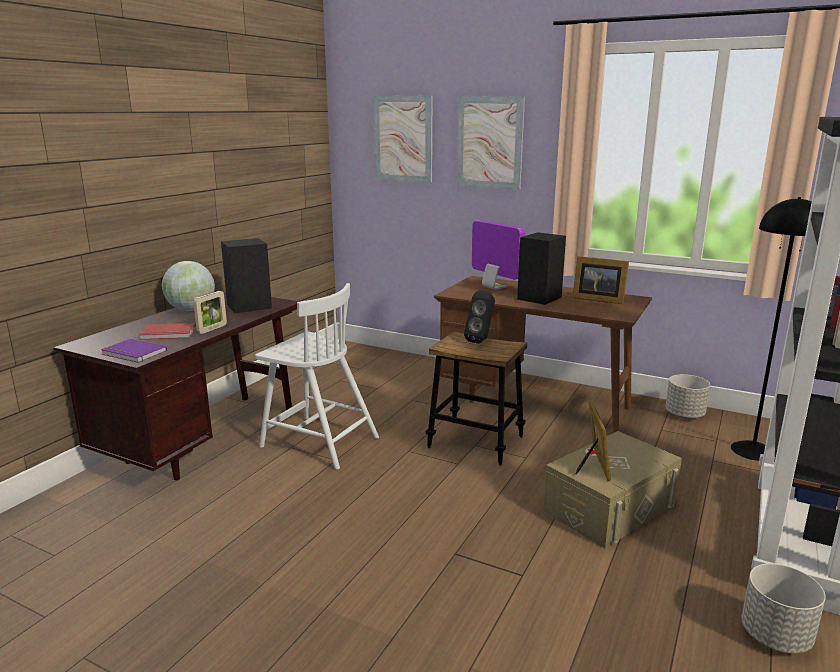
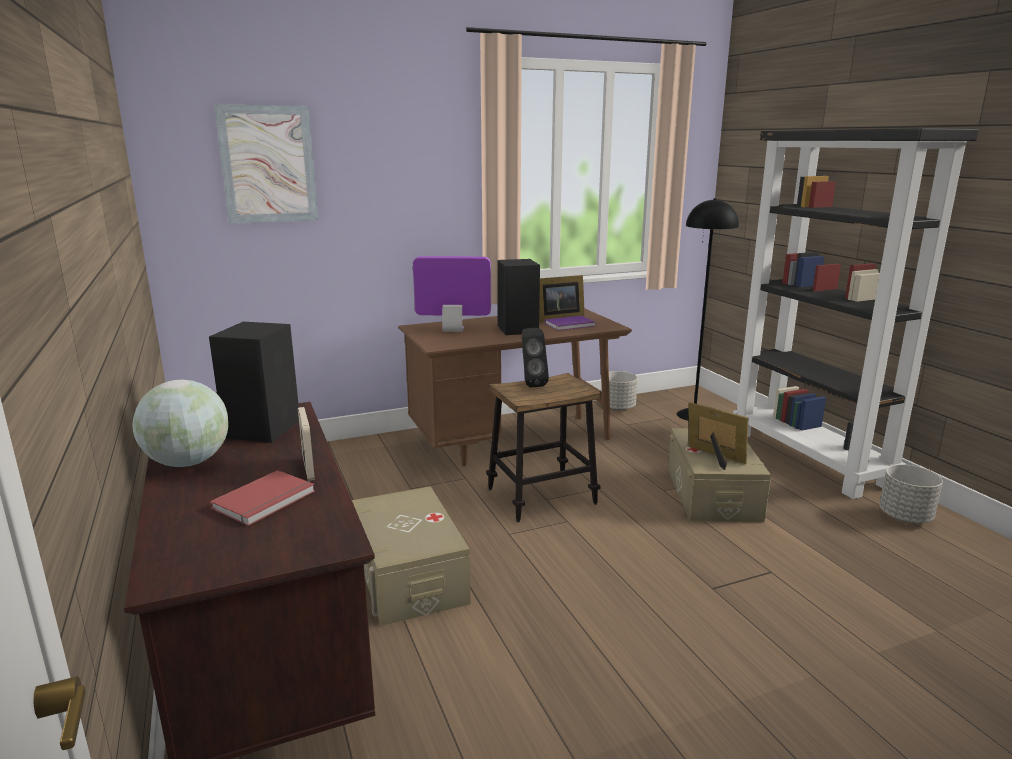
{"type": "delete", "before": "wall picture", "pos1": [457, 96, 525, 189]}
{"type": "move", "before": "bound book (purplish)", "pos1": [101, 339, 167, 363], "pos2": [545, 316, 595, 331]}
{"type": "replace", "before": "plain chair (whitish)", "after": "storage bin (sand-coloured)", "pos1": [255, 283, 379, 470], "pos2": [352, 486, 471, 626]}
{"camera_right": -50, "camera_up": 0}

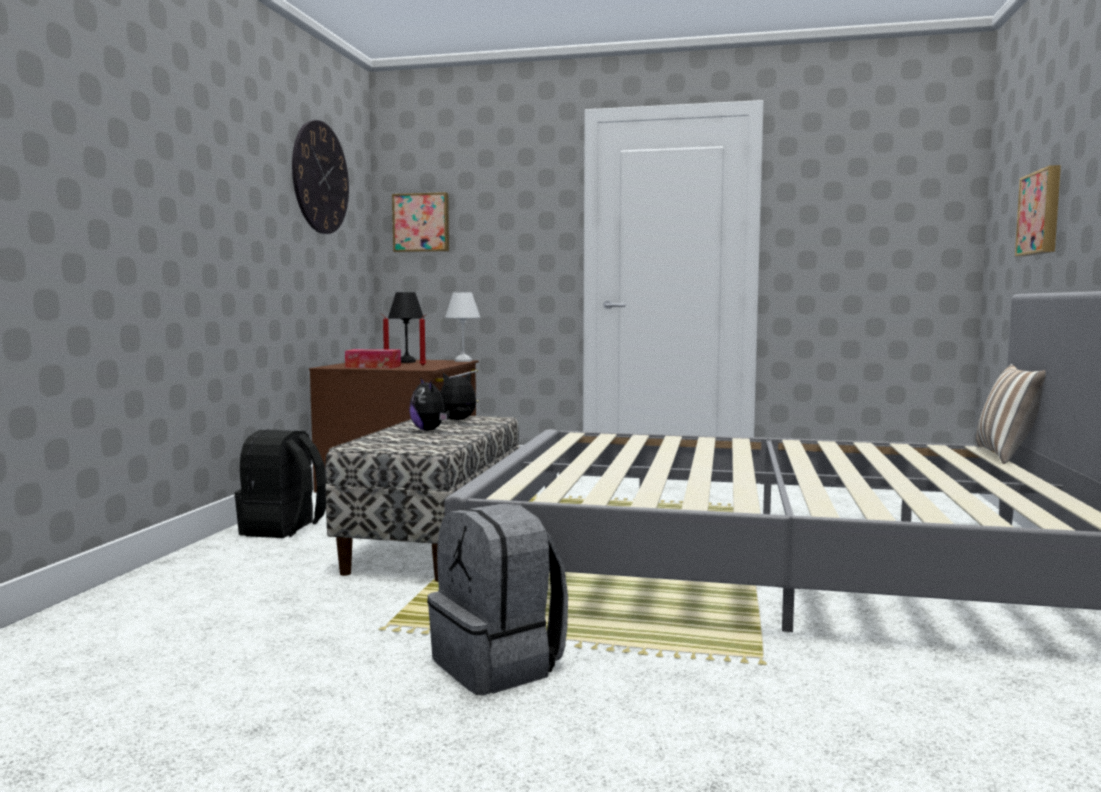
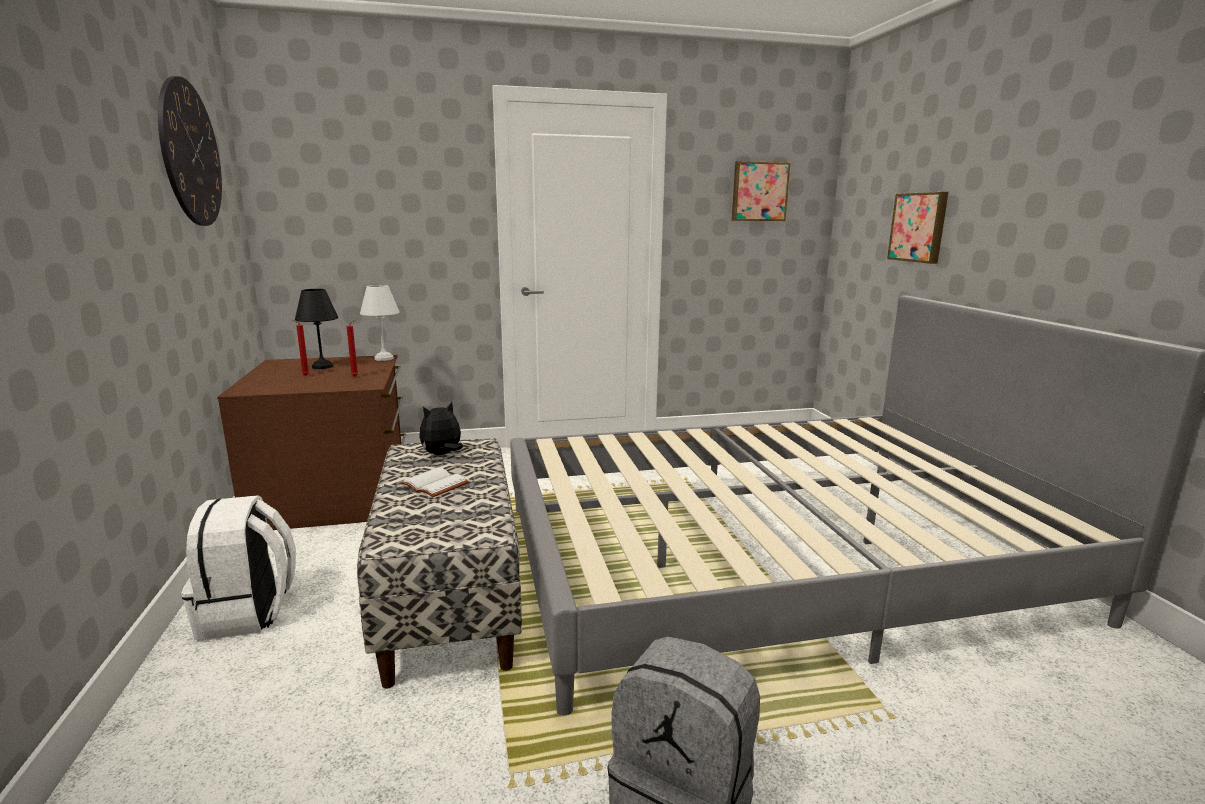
{"type": "delete", "before": "box of tissues", "pos1": [345, 349, 401, 368]}
{"type": "delete", "before": "cushion", "pos1": [976, 364, 1046, 464]}
{"type": "move", "before": "wall picture", "pos1": [392, 192, 449, 252], "pos2": [732, 161, 791, 221]}
{"type": "replace", "before": "cuddly toy", "after": "bound book (whitish)", "pos1": [409, 377, 450, 431], "pos2": [400, 468, 469, 497]}
{"type": "recolor", "before": "rucksack (black)", "after": "rucksack (whitish)", "pos1": [234, 430, 326, 538], "pos2": [181, 495, 296, 641]}
{"camera_right": -25, "camera_up": 10}

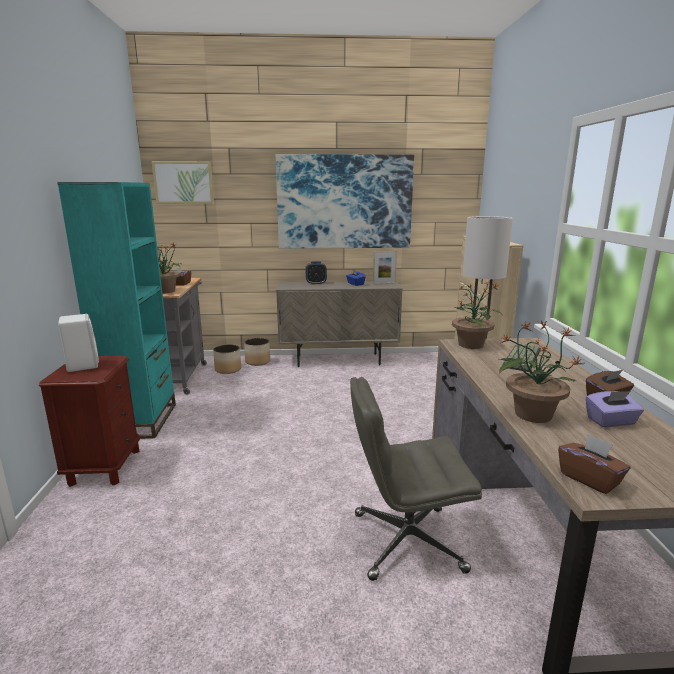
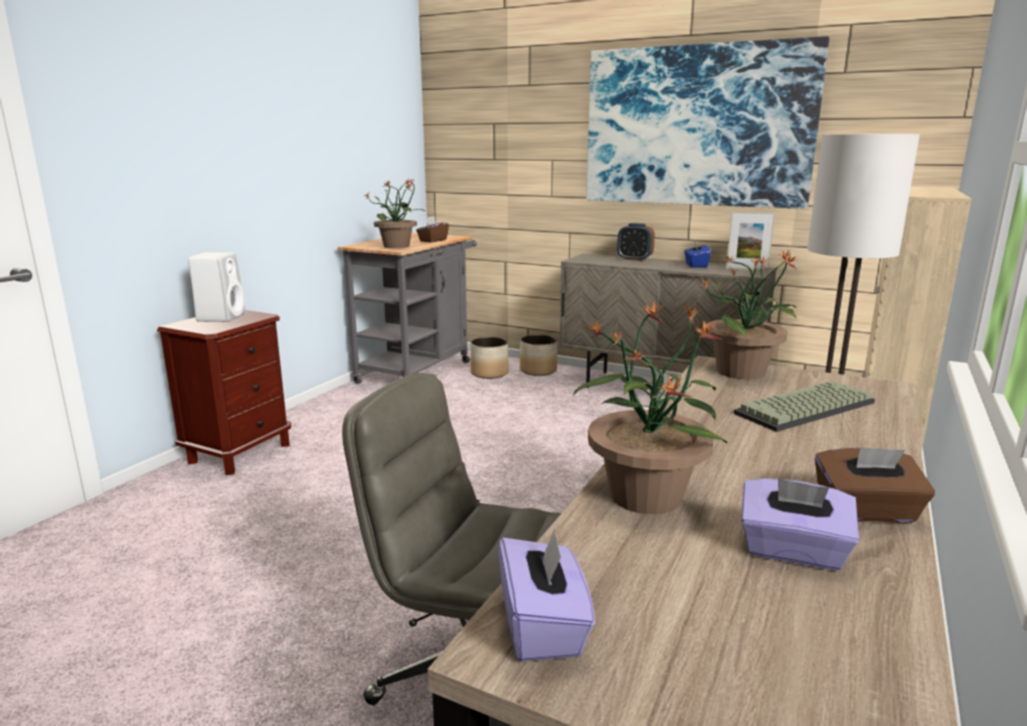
{"type": "delete", "before": "shelving unit (turquoise-coloured)", "pos1": [57, 182, 176, 439]}
{"type": "delete", "before": "wall picture", "pos1": [152, 161, 214, 204]}
{"type": "recolor", "before": "box of tissues (brownish)", "after": "box of tissues (purplish)", "pos1": [558, 433, 630, 494], "pos2": [499, 528, 595, 662]}
{"camera_right": 30, "camera_up": 0}

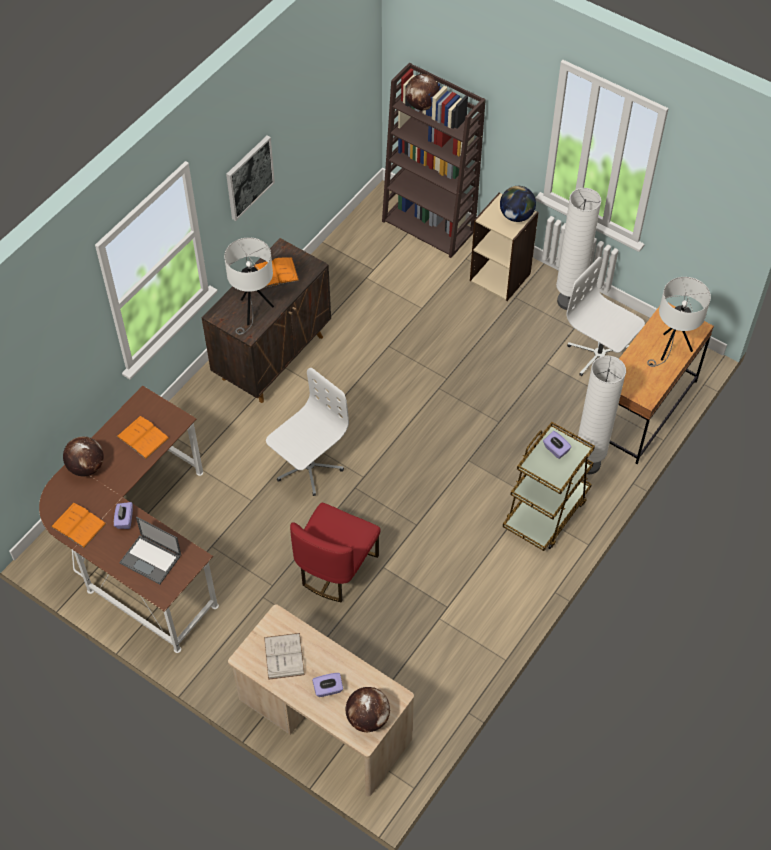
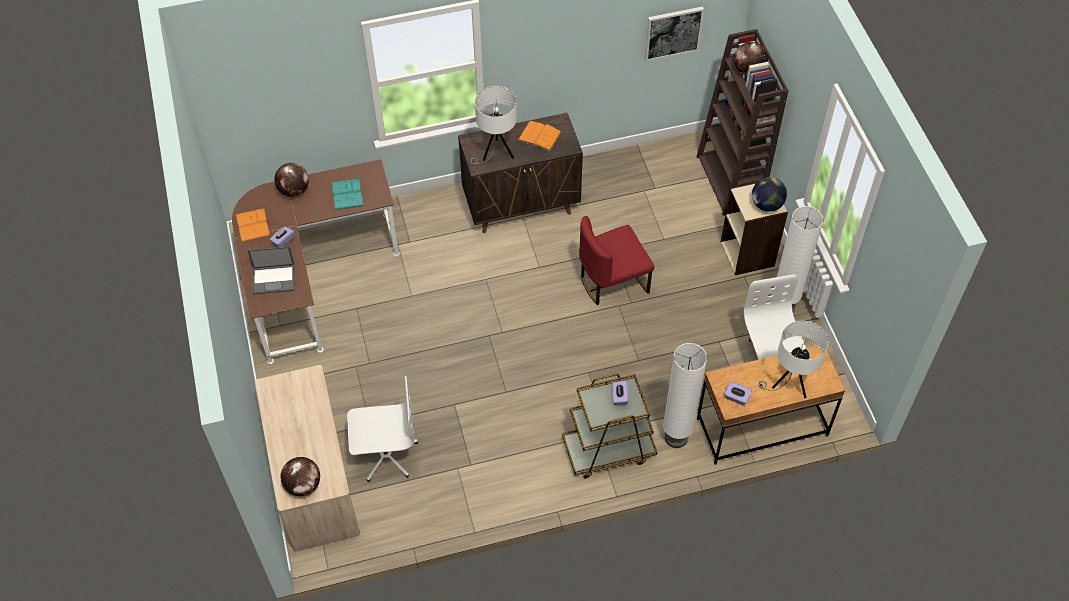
{"type": "delete", "before": "bound book (whitish)", "pos1": [264, 633, 305, 680]}
{"type": "move", "before": "wall picture", "pos1": [226, 136, 275, 221], "pos2": [645, 6, 704, 61]}
{"type": "move", "before": "office chair (whitish)", "pos1": [266, 368, 349, 496], "pos2": [347, 376, 418, 482]}
{"type": "move", "before": "plain chair (red)", "pos1": [290, 503, 380, 602], "pos2": [579, 216, 654, 305]}
{"type": "move", "before": "box of tissues (purplish)", "pos1": [312, 673, 343, 697], "pos2": [724, 382, 752, 405]}
{"type": "recolor", "before": "bound book (orange)", "after": "bound book (turquoise-coloured)", "pos1": [116, 416, 169, 459], "pos2": [332, 178, 363, 210]}
{"type": "rotate", "before": "notebook computer", "pos1": [119, 517, 181, 584], "pos2": [248, 247, 295, 295], "turn": -75}
{"camera_right": 40, "camera_up": 0}

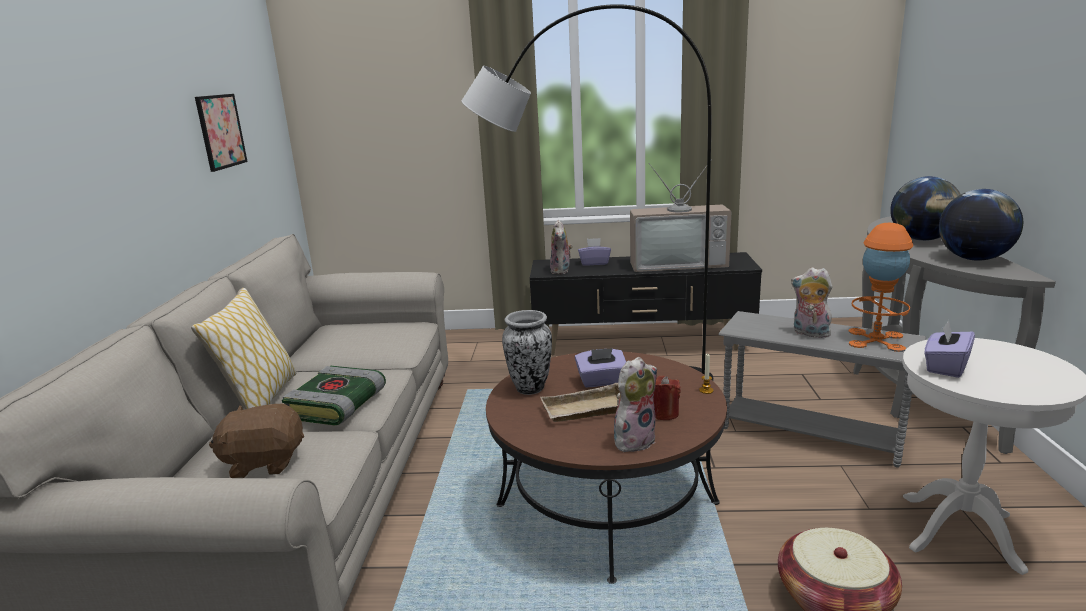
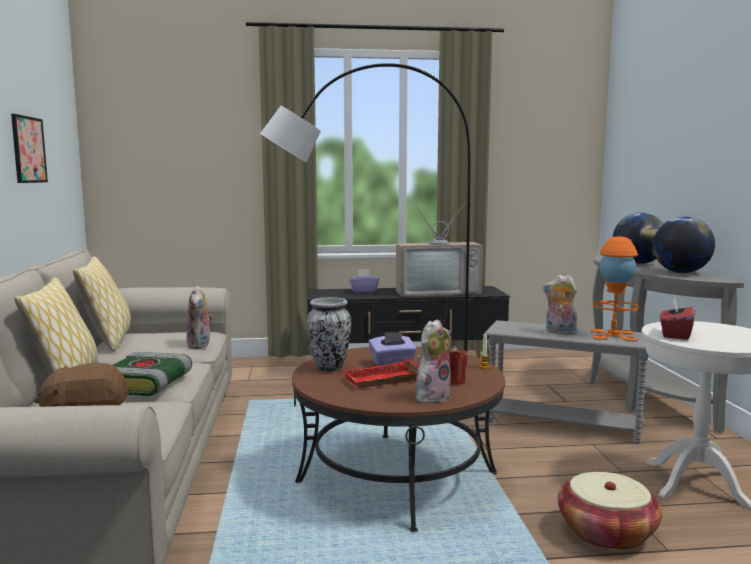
{"type": "insert", "after": "cushion", "pos2": [73, 257, 131, 352]}
{"type": "move", "before": "cuddly toy", "pos1": [550, 220, 572, 274], "pos2": [187, 285, 214, 349]}
{"type": "recolor", "before": "serving tray (sand-coloured)", "after": "serving tray (red)", "pos1": [540, 383, 620, 422], "pos2": [344, 360, 418, 388]}
{"type": "recolor", "before": "box of tissues (purplish)", "after": "box of tissues (red)", "pos1": [924, 320, 975, 378], "pos2": [660, 298, 695, 340]}
{"camera_right": -10, "camera_up": -10}

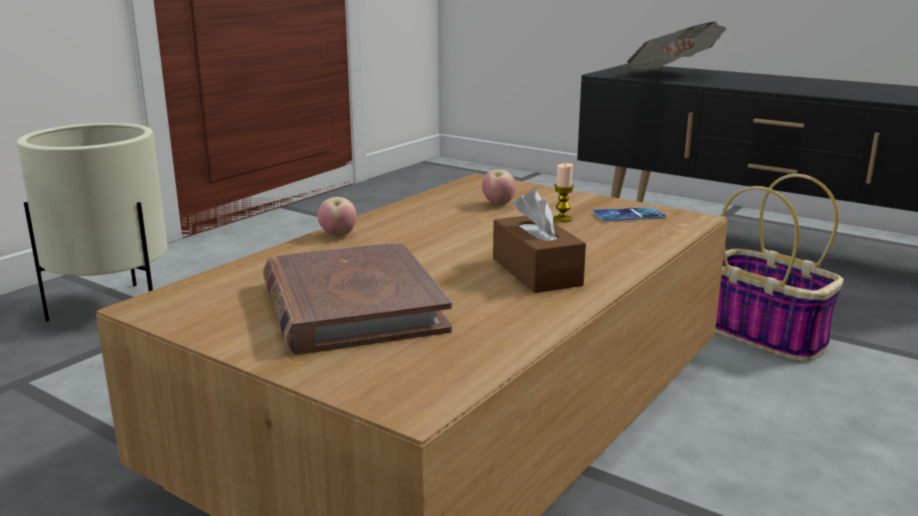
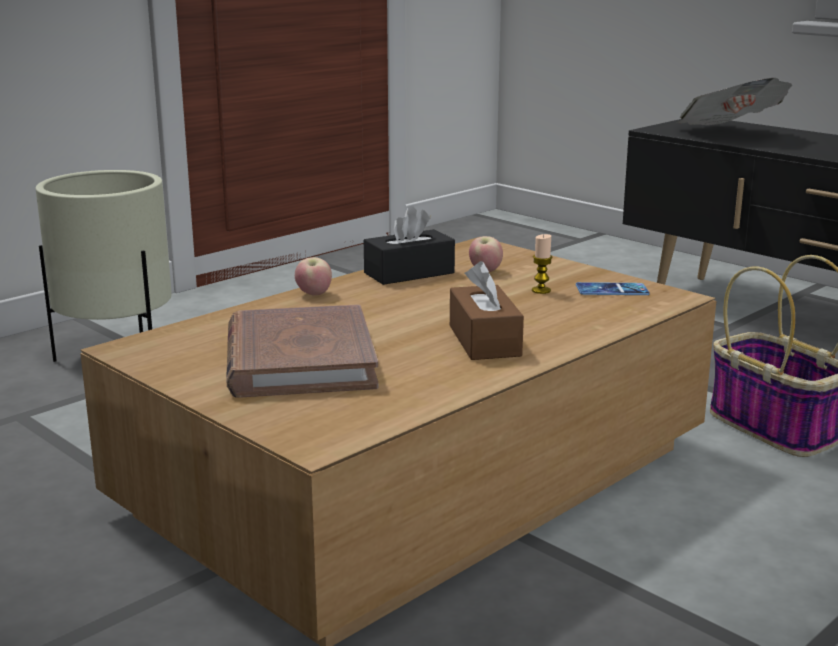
{"type": "insert", "after": "box of tissues (black)", "pos2": [364, 206, 455, 285]}
{"camera_right": 10, "camera_up": 0}

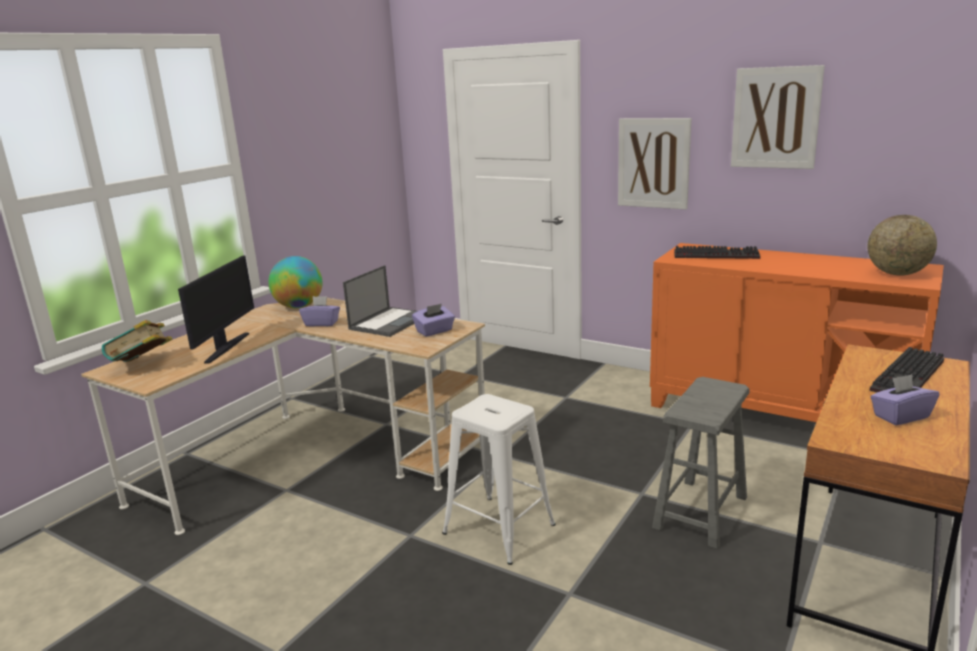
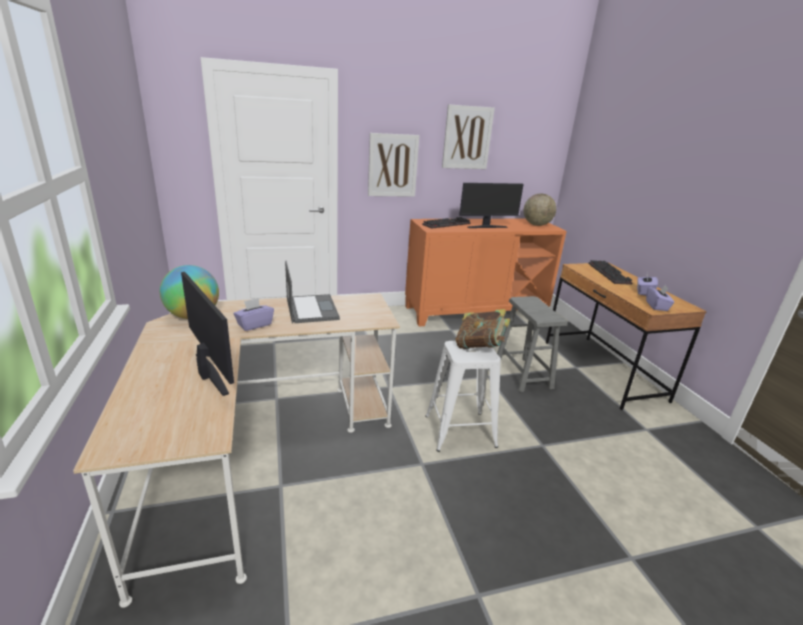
{"type": "insert", "after": "computer display", "pos2": [459, 183, 524, 228]}
{"type": "move", "before": "bound book", "pos1": [102, 320, 172, 362], "pos2": [456, 309, 510, 349]}
{"type": "move", "before": "box of tissues (purplish)", "pos1": [412, 304, 455, 337], "pos2": [646, 285, 674, 311]}
{"camera_right": -50, "camera_up": 5}

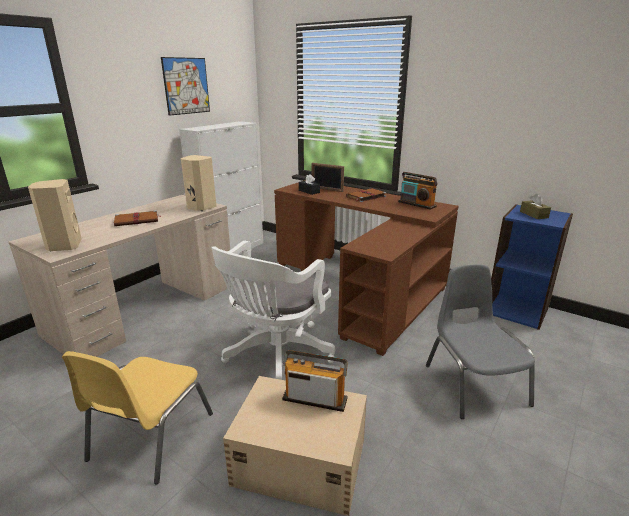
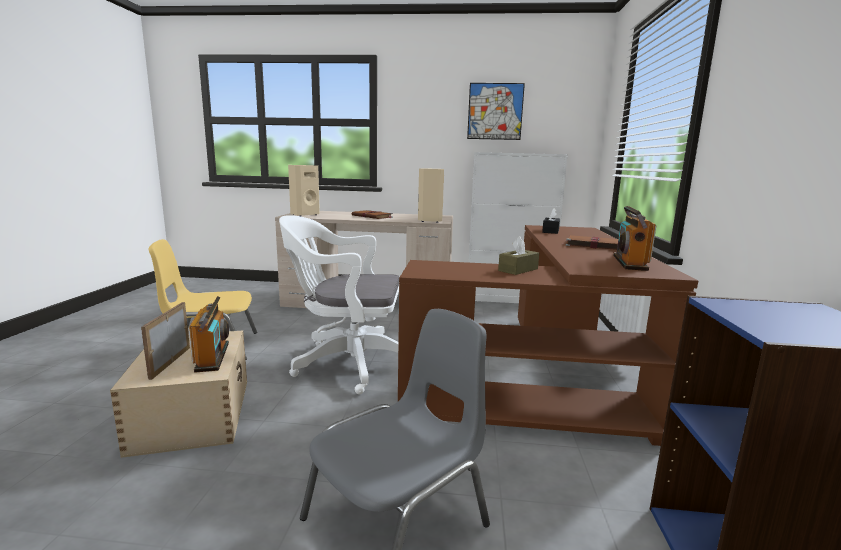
{"type": "move", "before": "standing frame", "pos1": [312, 163, 344, 192], "pos2": [141, 302, 190, 380]}
{"type": "move", "before": "box of tissues (brownish)", "pos1": [520, 194, 551, 219], "pos2": [498, 236, 539, 275]}
{"camera_right": 60, "camera_up": -10}

